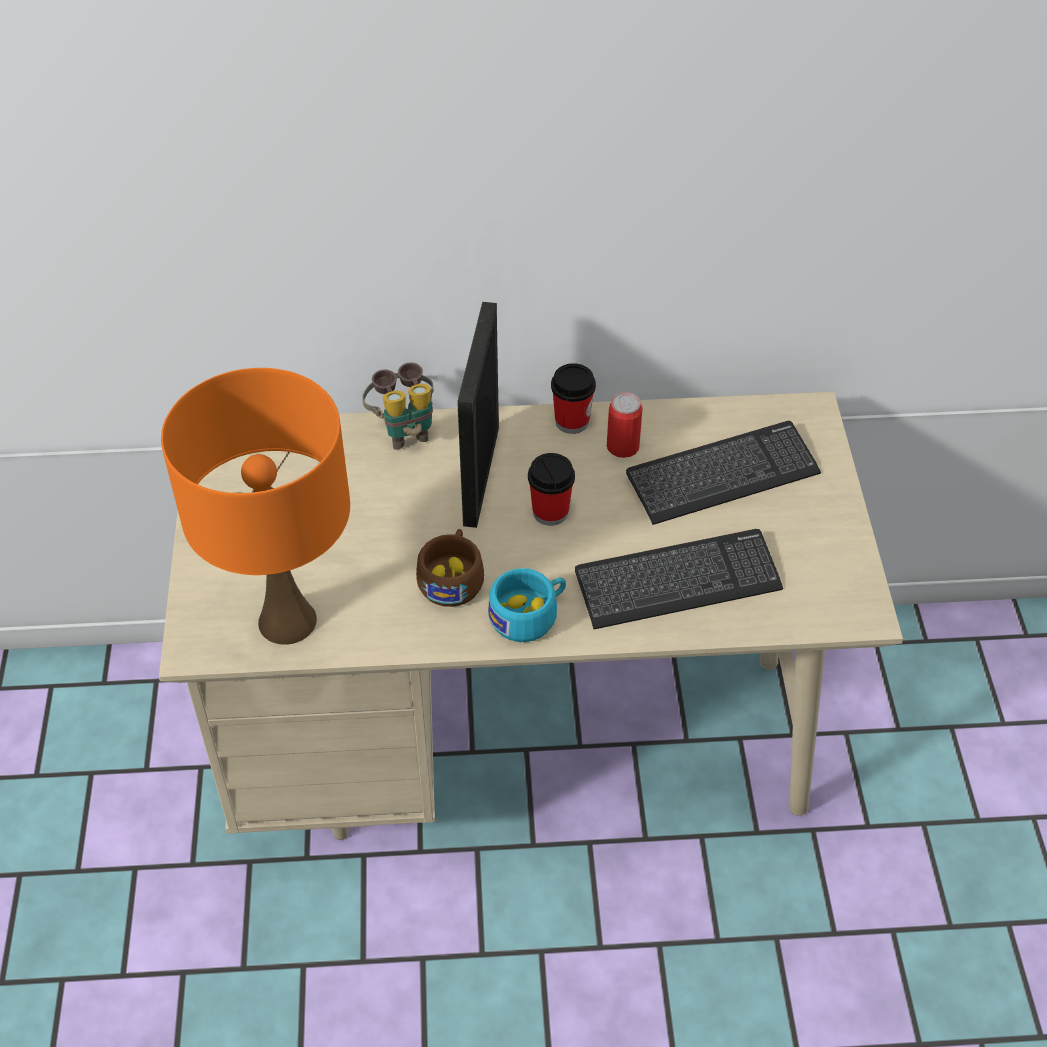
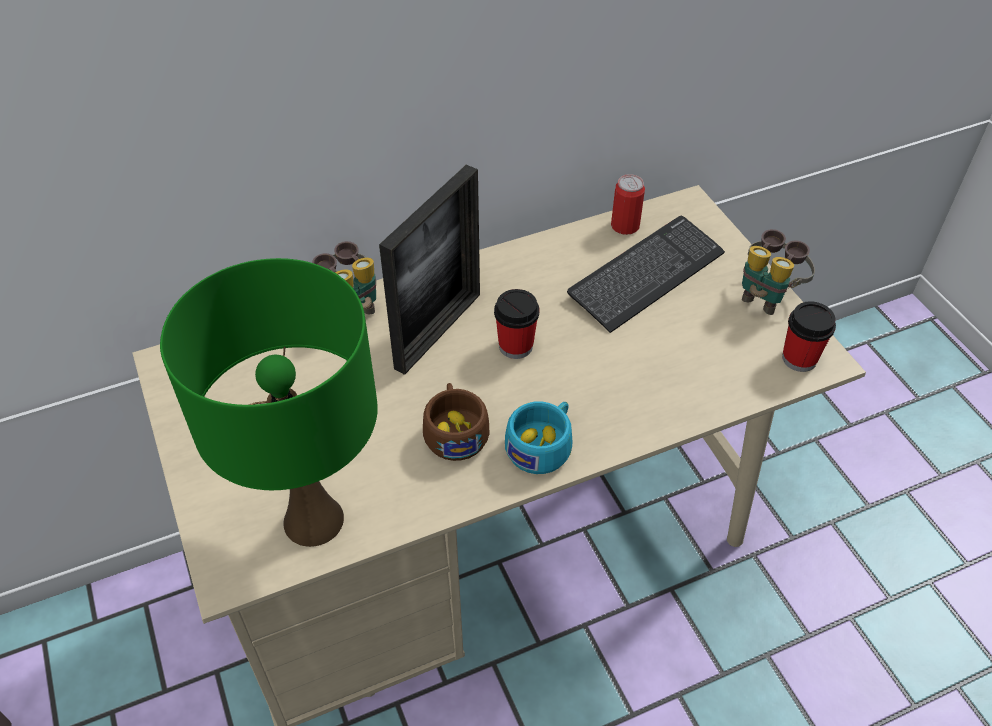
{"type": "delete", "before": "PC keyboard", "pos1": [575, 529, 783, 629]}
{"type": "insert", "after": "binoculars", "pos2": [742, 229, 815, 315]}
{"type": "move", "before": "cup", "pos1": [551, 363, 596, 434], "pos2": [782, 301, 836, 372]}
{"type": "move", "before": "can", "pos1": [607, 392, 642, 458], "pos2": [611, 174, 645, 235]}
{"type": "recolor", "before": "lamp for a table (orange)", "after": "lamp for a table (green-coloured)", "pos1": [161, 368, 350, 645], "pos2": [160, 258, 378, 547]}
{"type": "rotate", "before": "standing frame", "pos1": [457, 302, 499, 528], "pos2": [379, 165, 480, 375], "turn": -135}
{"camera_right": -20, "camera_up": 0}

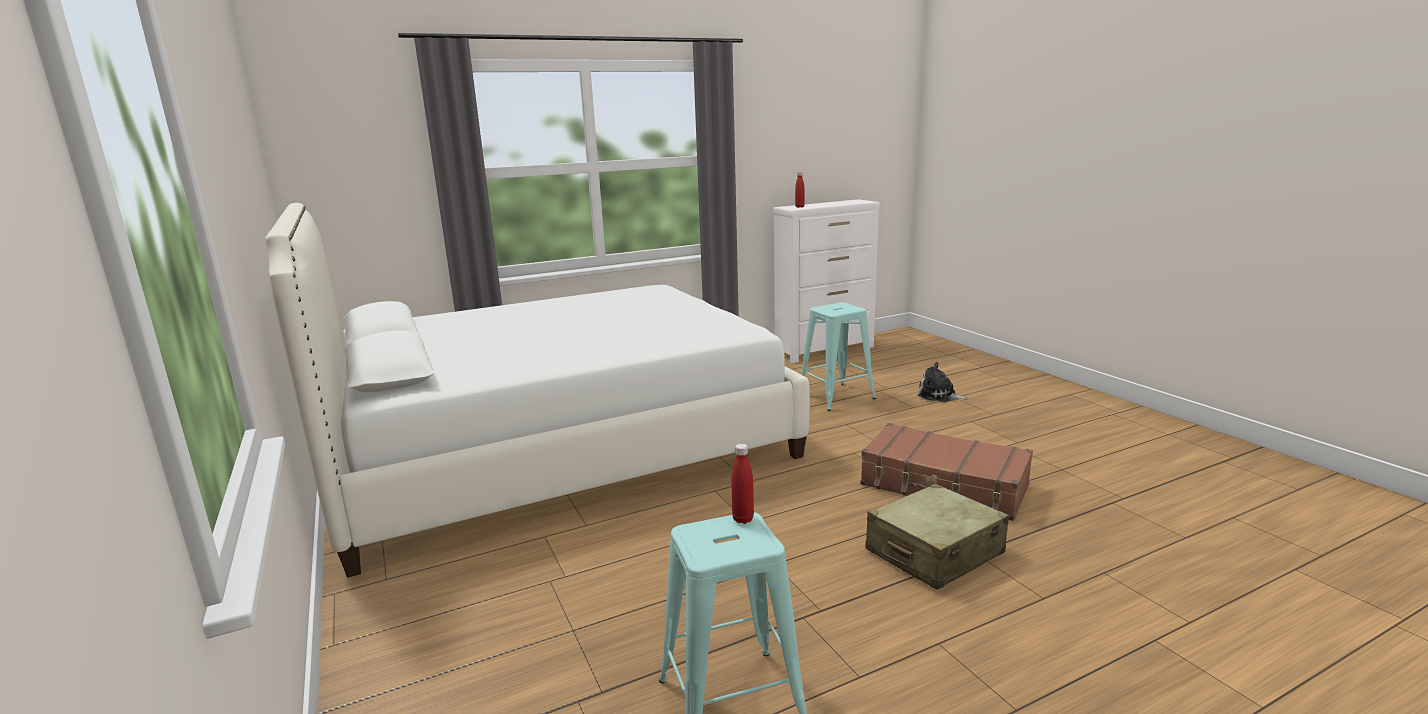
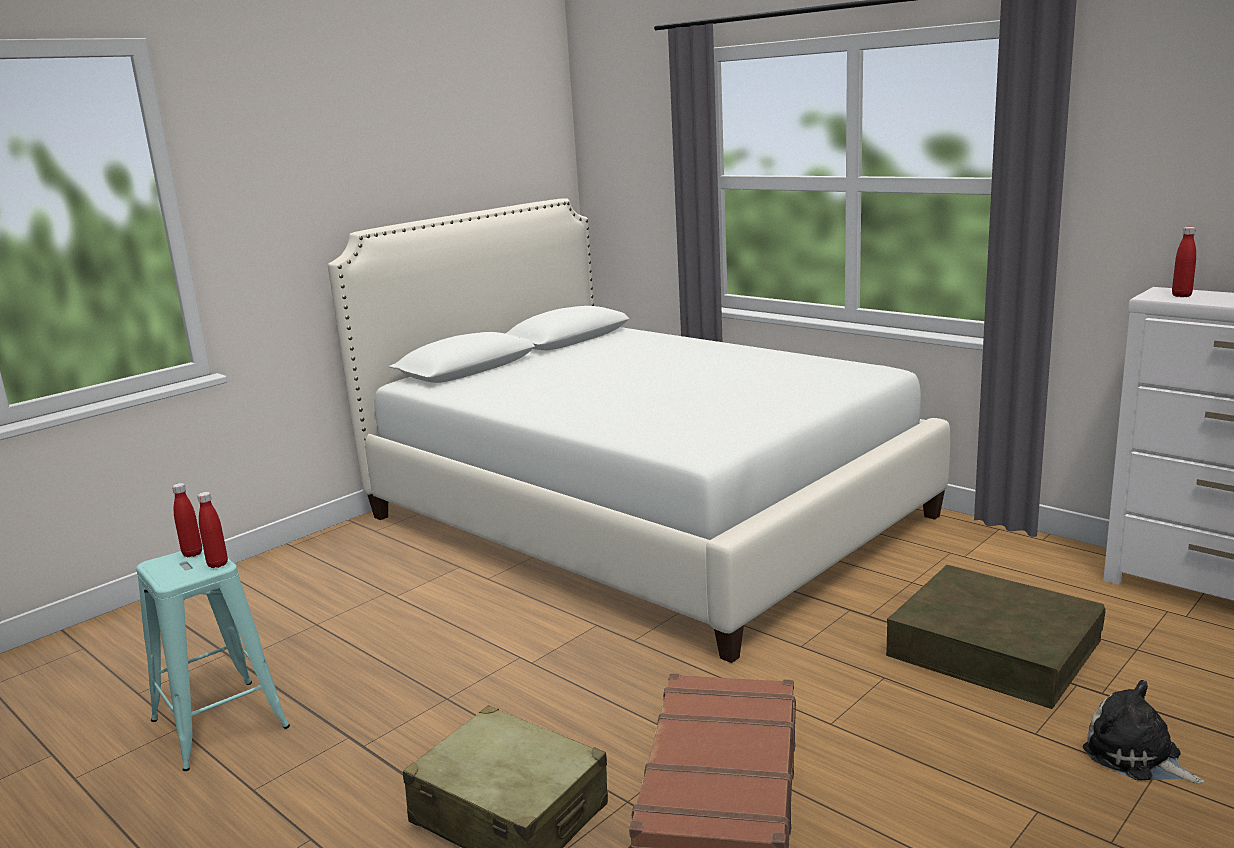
{"type": "insert", "after": "beverage bottle (red)", "pos2": [172, 483, 202, 557]}
{"type": "replace", "before": "stool (turquoise-coloured)", "after": "storage bin (brownish)", "pos1": [801, 302, 876, 411], "pos2": [886, 565, 1106, 709]}
{"type": "rotate", "before": "cuddly toy", "pos1": [918, 362, 969, 402], "pos2": [1083, 680, 1204, 784], "turn": -45}
{"camera_right": 70, "camera_up": 0}

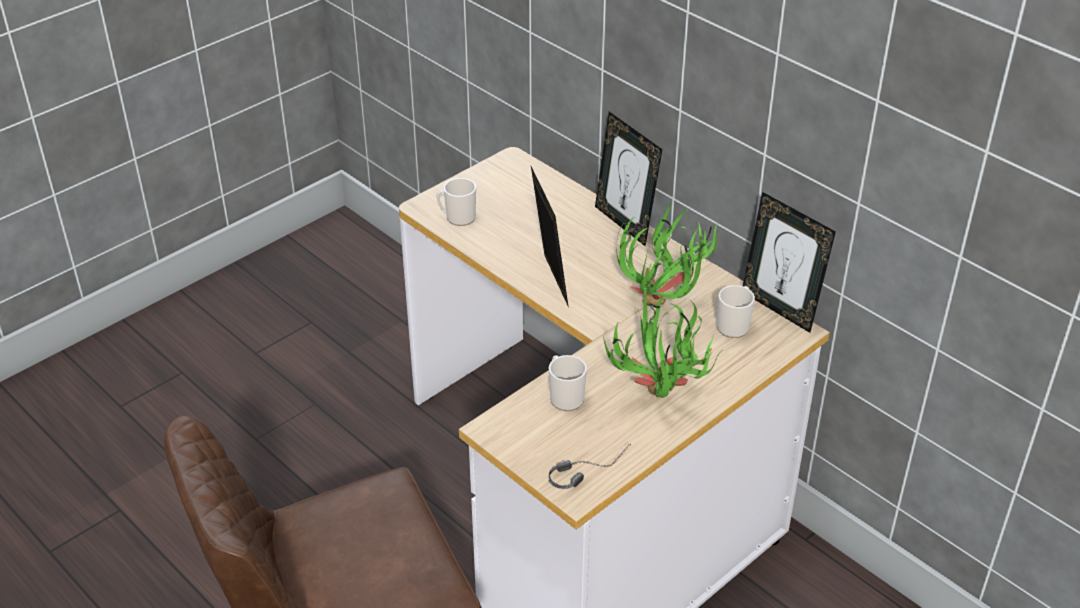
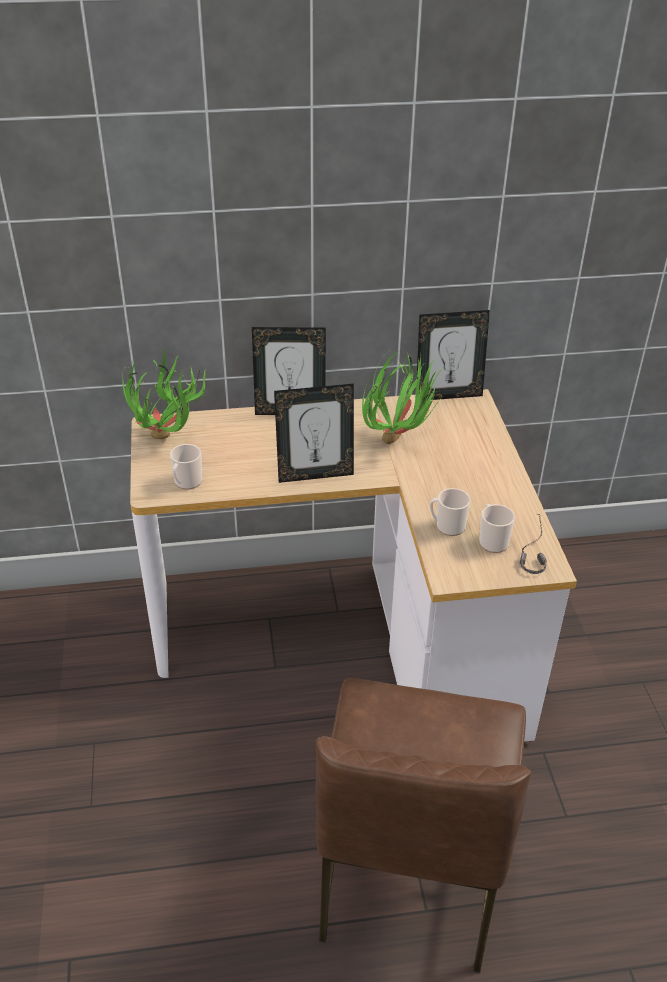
{"type": "move", "before": "potted plant", "pos1": [604, 293, 720, 398], "pos2": [122, 350, 206, 439]}
{"type": "move", "before": "tea mug", "pos1": [717, 285, 755, 338], "pos2": [479, 504, 515, 553]}
{"type": "rotate", "before": "standing frame", "pos1": [531, 166, 569, 308], "pos2": [274, 384, 354, 483], "turn": 150}
{"camera_right": -55, "camera_up": 0}

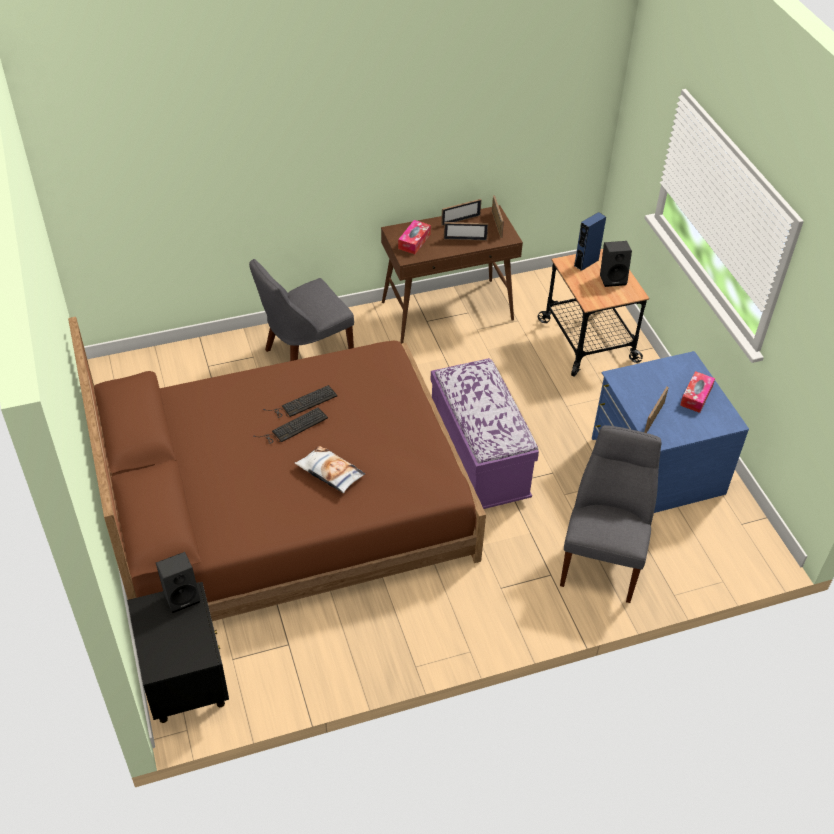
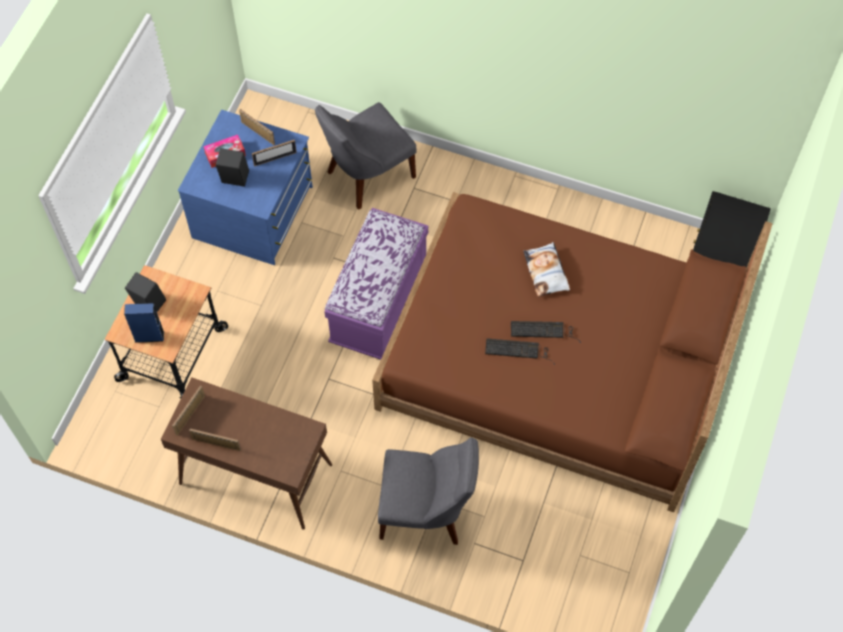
{"type": "delete", "before": "box of tissues", "pos1": [398, 220, 431, 254]}
{"type": "move", "before": "speaker (black)", "pos1": [156, 552, 201, 613], "pos2": [216, 148, 249, 187]}
{"type": "move", "before": "standing frame", "pos1": [444, 222, 488, 241], "pos2": [239, 109, 275, 145]}
{"camera_right": -140, "camera_up": 15}

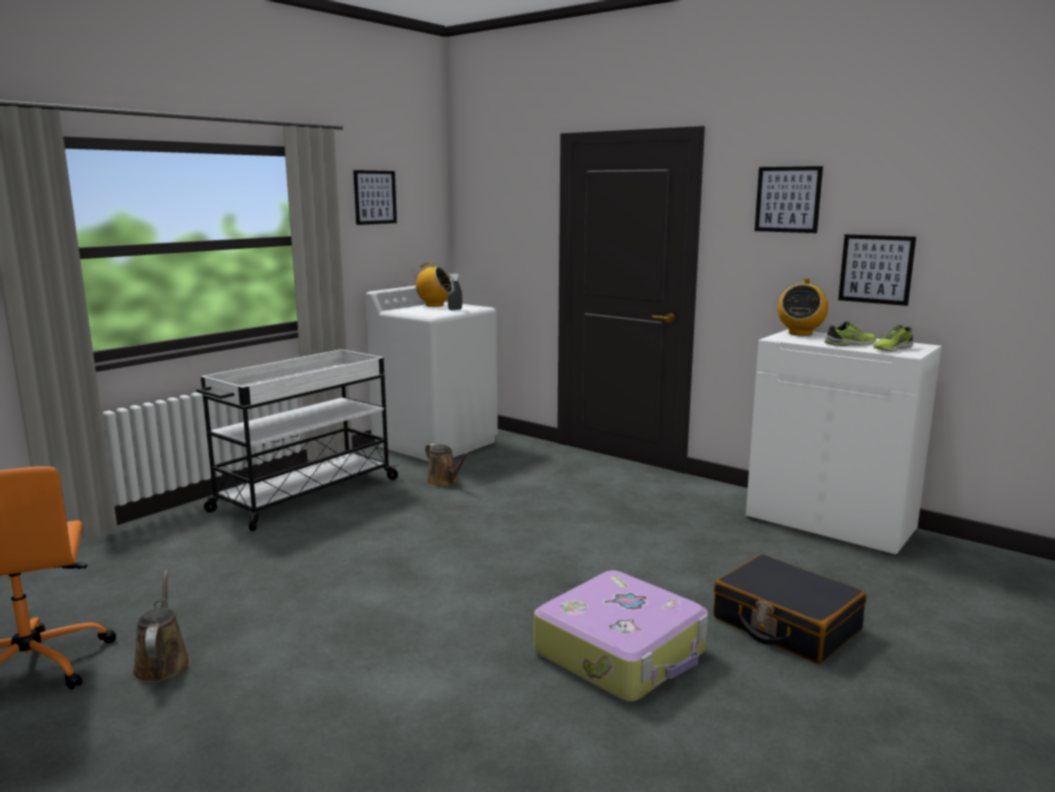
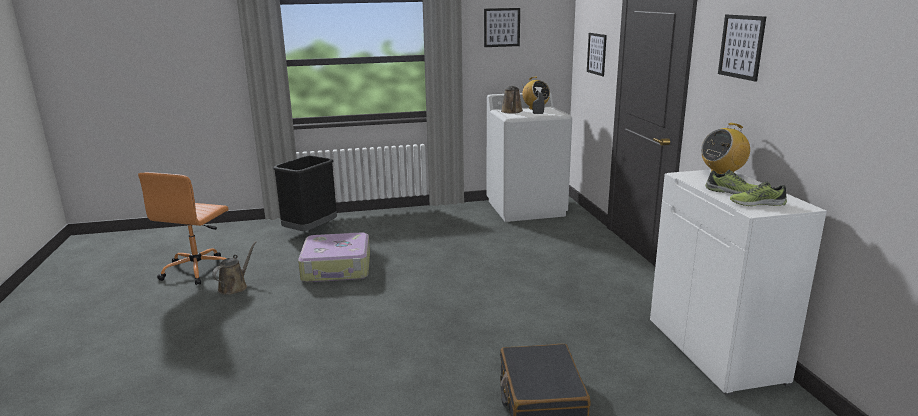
{"type": "delete", "before": "wheeled cart (whitish)", "pos1": [196, 349, 400, 531]}
{"type": "insert", "after": "rubbish bin (black)", "pos2": [273, 156, 337, 231]}
{"type": "move", "before": "watering can (brownish)", "pos1": [425, 443, 470, 487], "pos2": [501, 86, 523, 114]}
{"type": "move", "before": "travel case", "pos1": [534, 570, 708, 702], "pos2": [298, 232, 370, 282]}
{"type": "move", "before": "wall picture", "pos1": [838, 234, 916, 306], "pos2": [587, 33, 607, 76]}
{"camera_right": 40, "camera_up": 5}

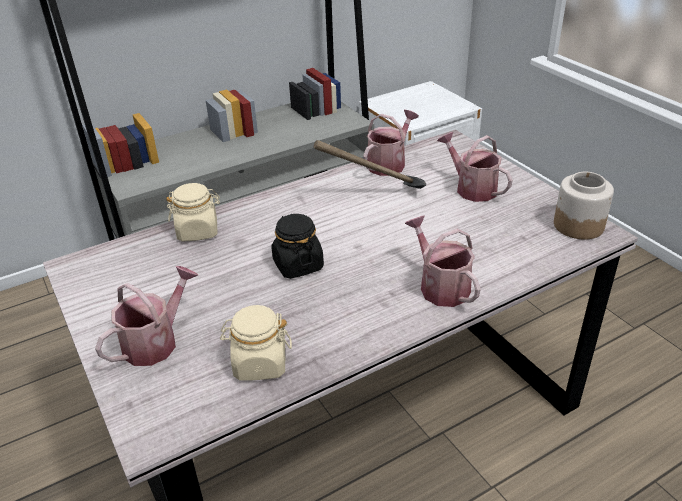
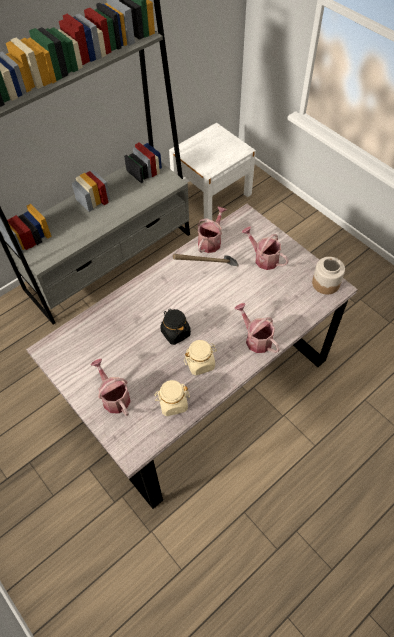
{"type": "move", "before": "storage jar (sand-coloured)", "pos1": [166, 183, 220, 241], "pos2": [184, 340, 217, 376]}
{"type": "rotate", "before": "watering can", "pos1": [95, 266, 198, 366], "pos2": [91, 359, 131, 416], "turn": -60}
{"camera_right": -10, "camera_up": 20}

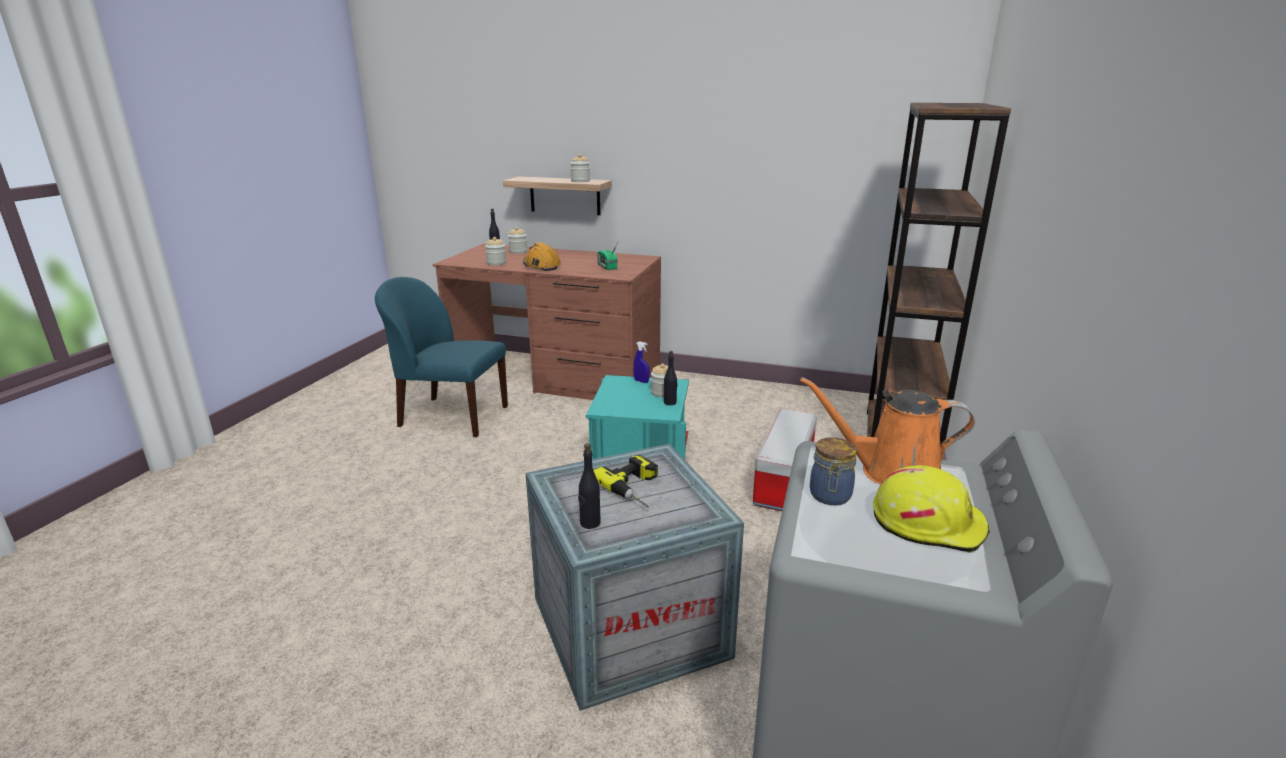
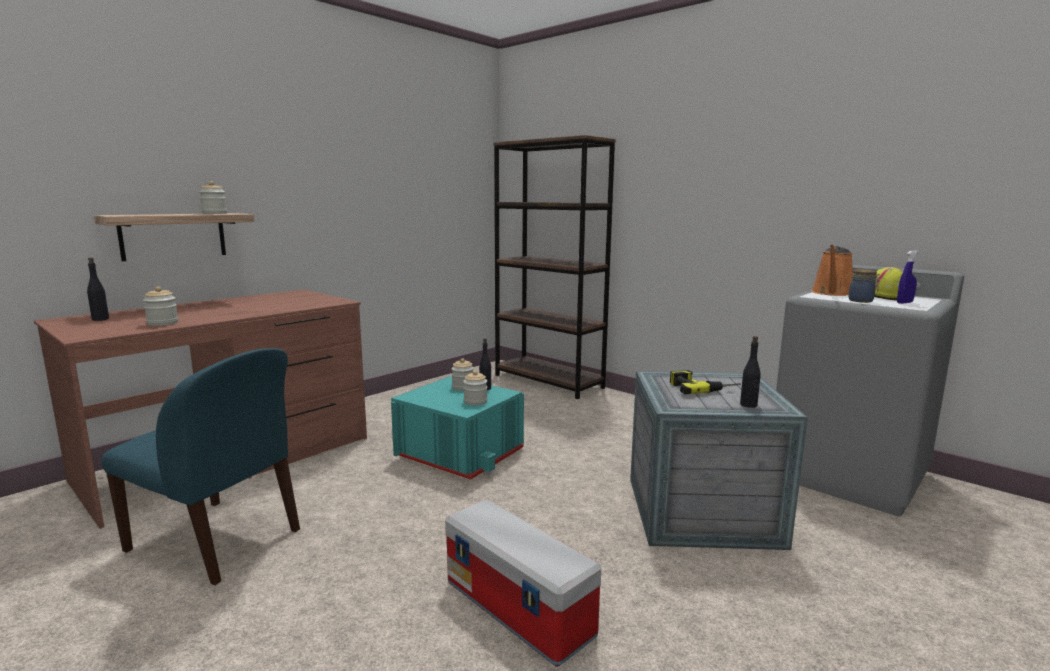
{"type": "delete", "before": "work helmet (orange)", "pos1": [523, 242, 561, 271]}
{"type": "delete", "before": "radio", "pos1": [598, 242, 618, 270]}
{"type": "move", "before": "storage jar", "pos1": [508, 227, 527, 254], "pos2": [463, 371, 488, 405]}
{"type": "move", "before": "spray bottle (blue-coloured)", "pos1": [633, 341, 650, 383], "pos2": [897, 250, 919, 304]}
{"type": "move", "before": "storage bin", "pos1": [753, 409, 817, 511], "pos2": [445, 499, 601, 667]}
{"type": "rotate", "before": "plain chair (blue-coloured)", "pos1": [375, 277, 508, 437], "pos2": [102, 348, 300, 585], "turn": -105}
{"camera_right": -65, "camera_up": -10}

